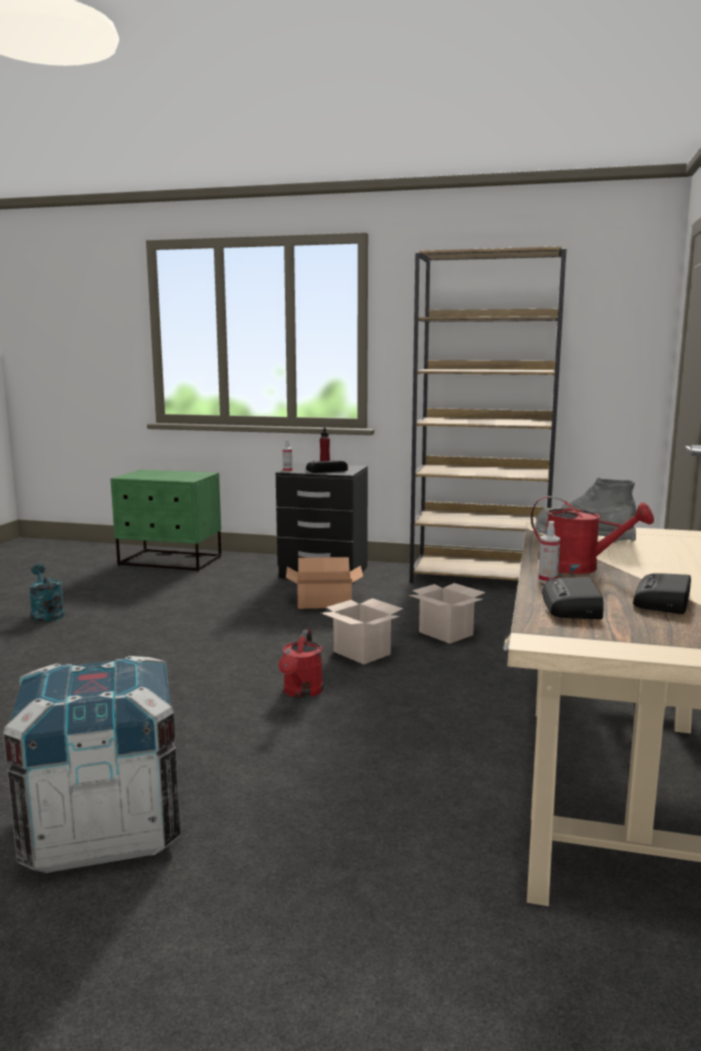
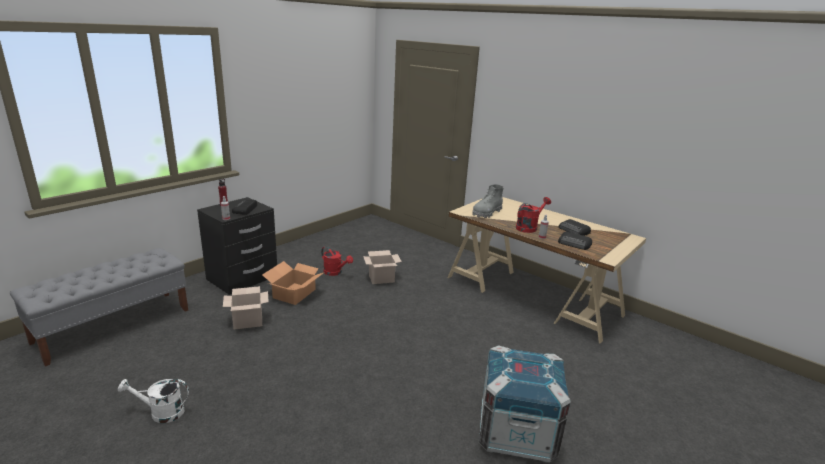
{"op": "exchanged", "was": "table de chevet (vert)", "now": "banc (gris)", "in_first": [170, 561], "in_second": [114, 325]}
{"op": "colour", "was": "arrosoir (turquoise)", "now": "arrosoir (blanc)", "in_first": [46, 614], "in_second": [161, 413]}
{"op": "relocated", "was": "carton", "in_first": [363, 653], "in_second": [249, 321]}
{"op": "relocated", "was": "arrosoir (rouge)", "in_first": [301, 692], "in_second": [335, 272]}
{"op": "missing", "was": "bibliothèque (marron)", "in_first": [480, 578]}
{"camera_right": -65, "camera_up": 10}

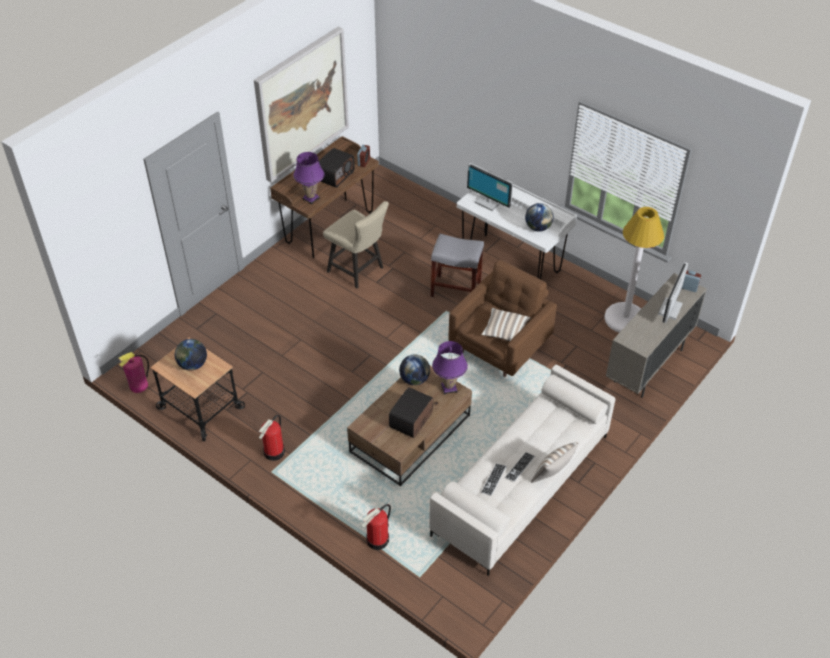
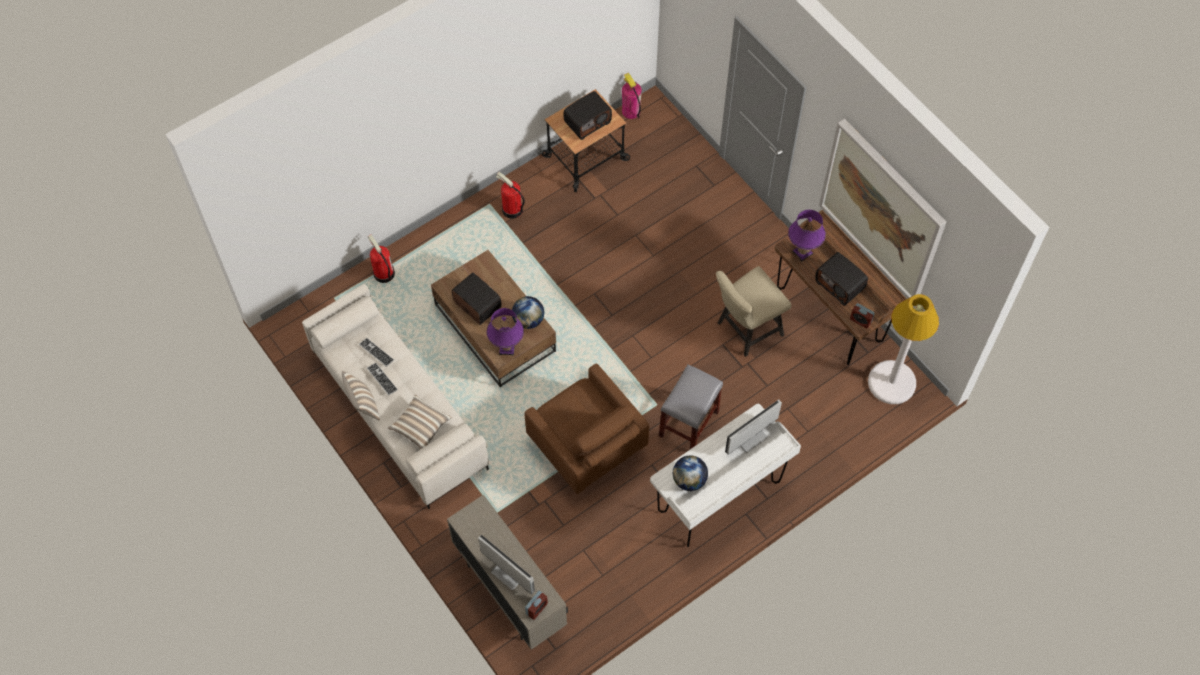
{"op": "relocated", "was": "coussin", "in_first": [505, 331], "in_second": [420, 427]}
{"op": "exchanged", "was": "globe", "now": "radio", "in_first": [192, 365], "in_second": [587, 122]}
{"op": "relocated", "was": "lampadaire (blanc)", "in_first": [625, 318], "in_second": [892, 382]}
{"camera_right": 105, "camera_up": 15}

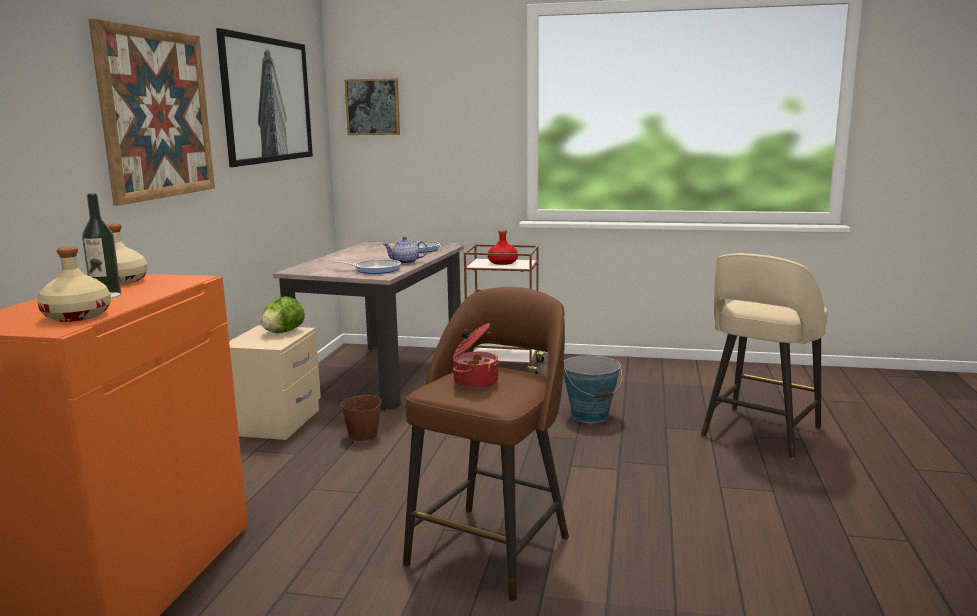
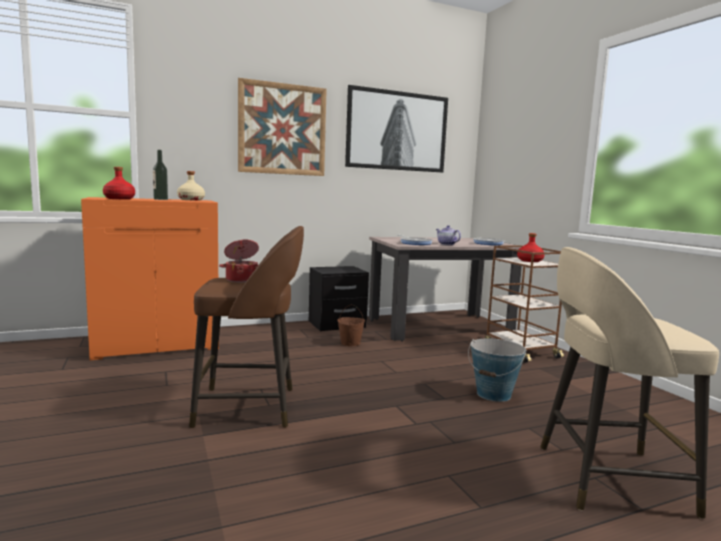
{"op": "colour", "was": "bouteille (beige)", "now": "bouteille (rouge)", "in_first": [78, 316], "in_second": [119, 199]}
{"op": "colour", "was": "table de chevet (beige)", "now": "table de chevet (noir)", "in_first": [278, 422], "in_second": [337, 324]}
{"op": "missing", "was": "laitue", "in_first": [283, 332]}
{"op": "missing", "was": "tableau", "in_first": [373, 107]}
{"camera_right": 55, "camera_up": -5}

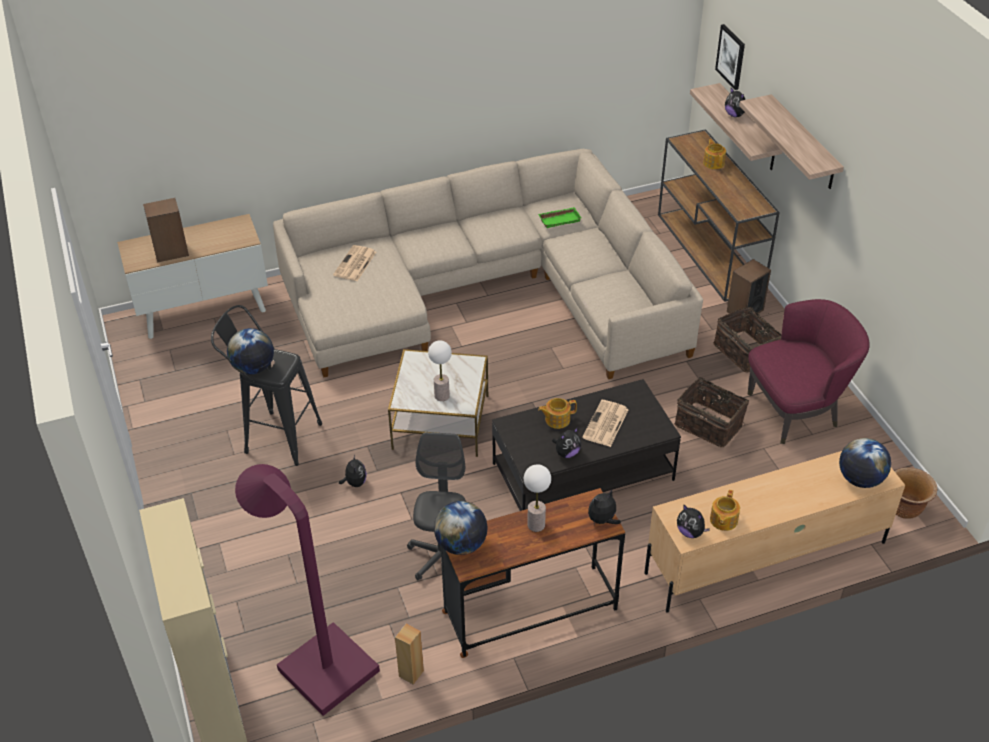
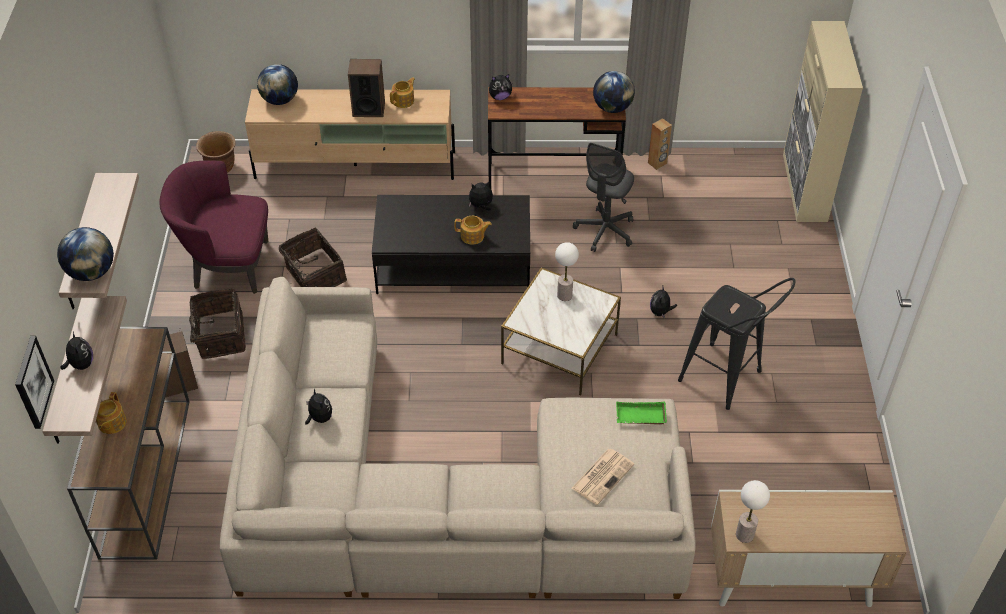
{"op": "relocated", "was": "globe", "in_first": [253, 368], "in_second": [92, 272]}
{"op": "relocated", "was": "peluche", "in_first": [690, 532], "in_second": [319, 418]}
{"op": "relocated", "was": "enceinte", "in_first": [171, 252], "in_second": [368, 109]}
{"op": "relocated", "was": "plateau (vert)", "in_first": [559, 219], "in_second": [640, 417]}
{"op": "relocated", "was": "lampe de table", "in_first": [536, 525], "in_second": [745, 535]}
{"op": "missing", "was": "lampadaire (violet)", "in_first": [319, 661]}
{"op": "missing", "was": "journal", "in_first": [605, 424]}
{"camera_right": -160, "camera_up": 5}

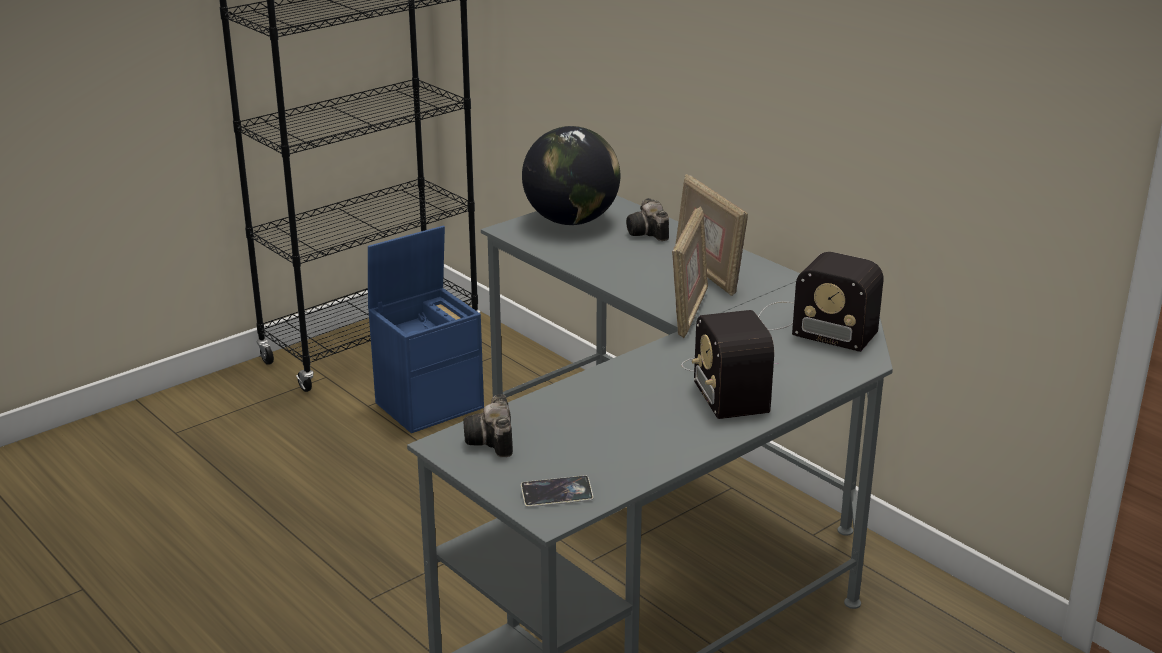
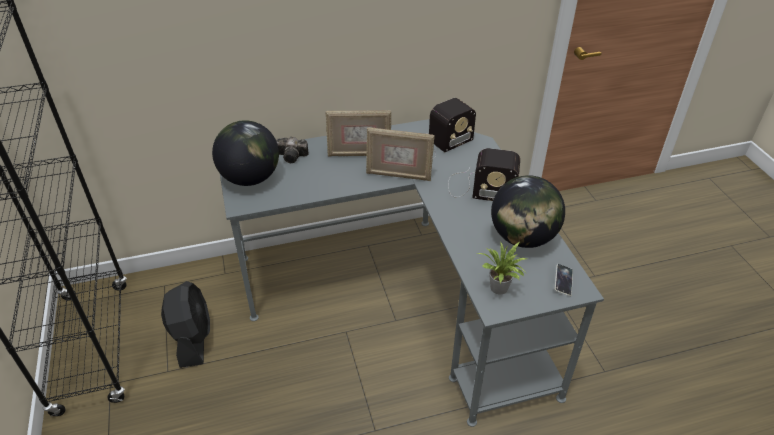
{"op": "exchanged", "was": "boîte de rangement (bleu)", "now": "ventilateur (noir)", "in_first": [430, 404], "in_second": [193, 338]}
{"op": "spun", "was": "cadre photo", "in_first": [688, 312], "in_second": [398, 175], "clockwise": 150}
{"op": "exchanged", "was": "appareil photo", "now": "plante en pot", "in_first": [493, 442], "in_second": [499, 289]}
{"op": "appeared", "now": "globe", "in_second": [522, 237]}
{"camera_right": -65, "camera_up": 15}

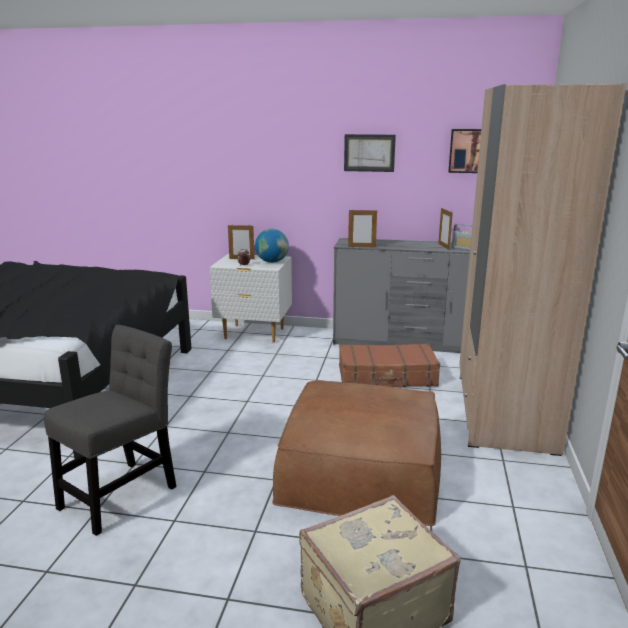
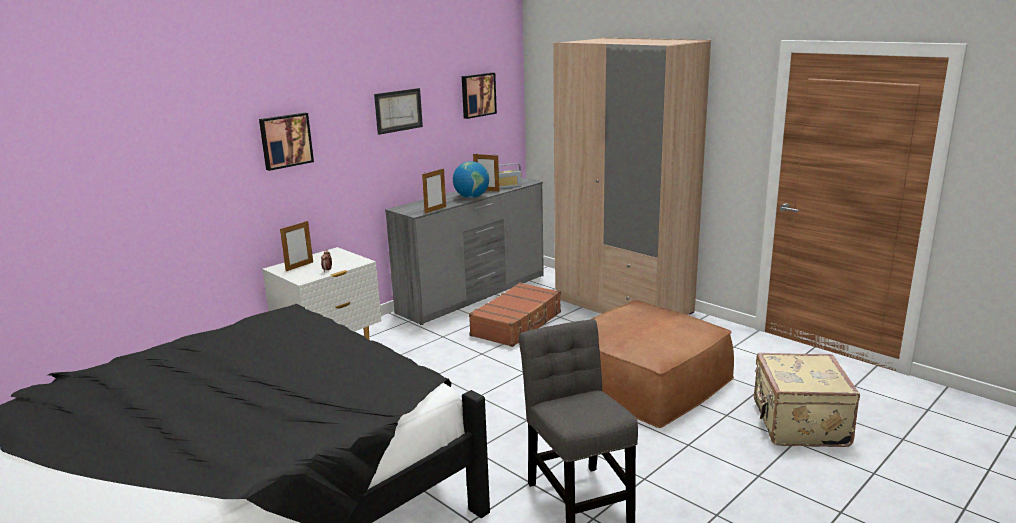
{"op": "appeared", "now": "tableau", "in_second": [285, 140]}
{"op": "relocated", "was": "globe", "in_first": [272, 262], "in_second": [471, 197]}
{"camera_right": -55, "camera_up": 0}

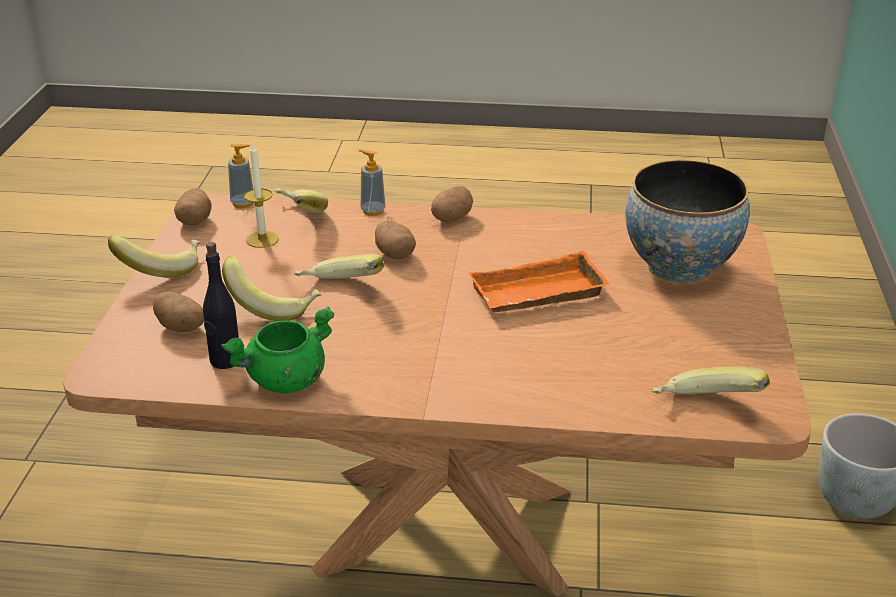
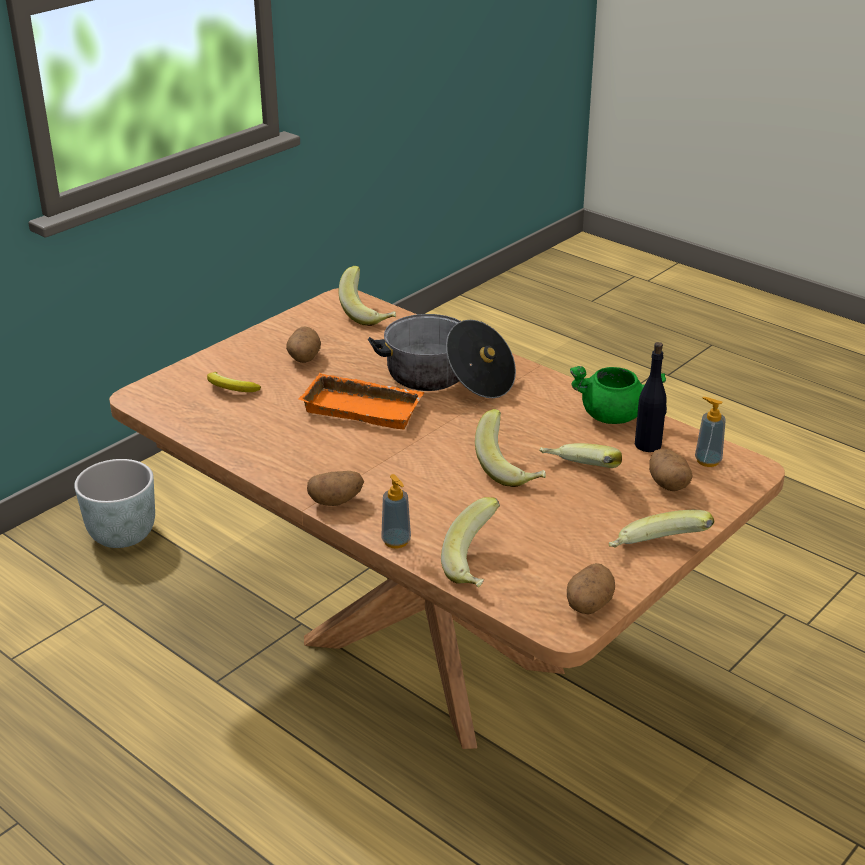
{"op": "exchanged", "was": "bol", "now": "banane", "in_first": [679, 267], "in_second": [230, 388]}
{"op": "relocated", "was": "pomme de terre", "in_first": [394, 254], "in_second": [304, 358]}
{"op": "appeared", "now": "marmite", "in_second": [446, 378]}
{"op": "relocated", "was": "distributeur de savon", "in_first": [243, 203], "in_second": [707, 461]}
{"op": "missing", "was": "bougie", "in_first": [262, 239]}
{"camera_right": -145, "camera_up": 0}

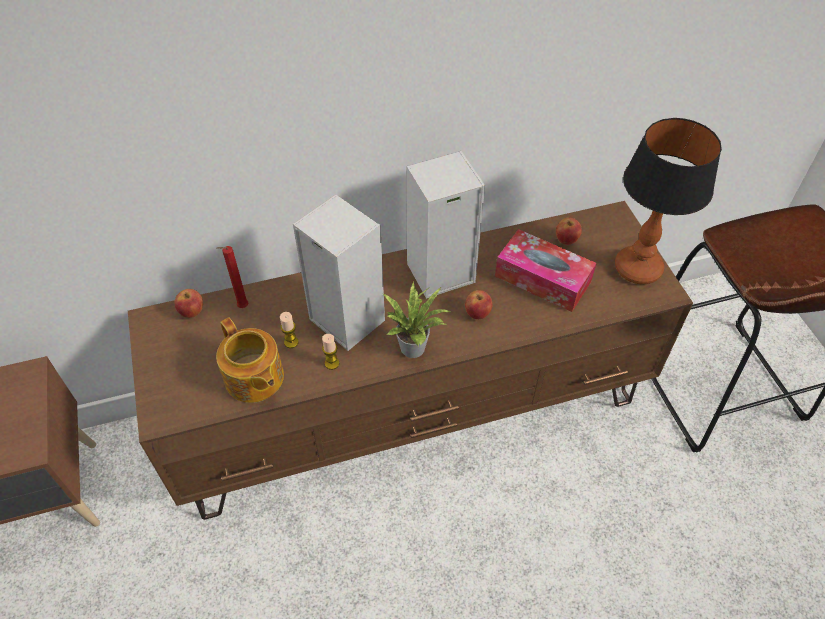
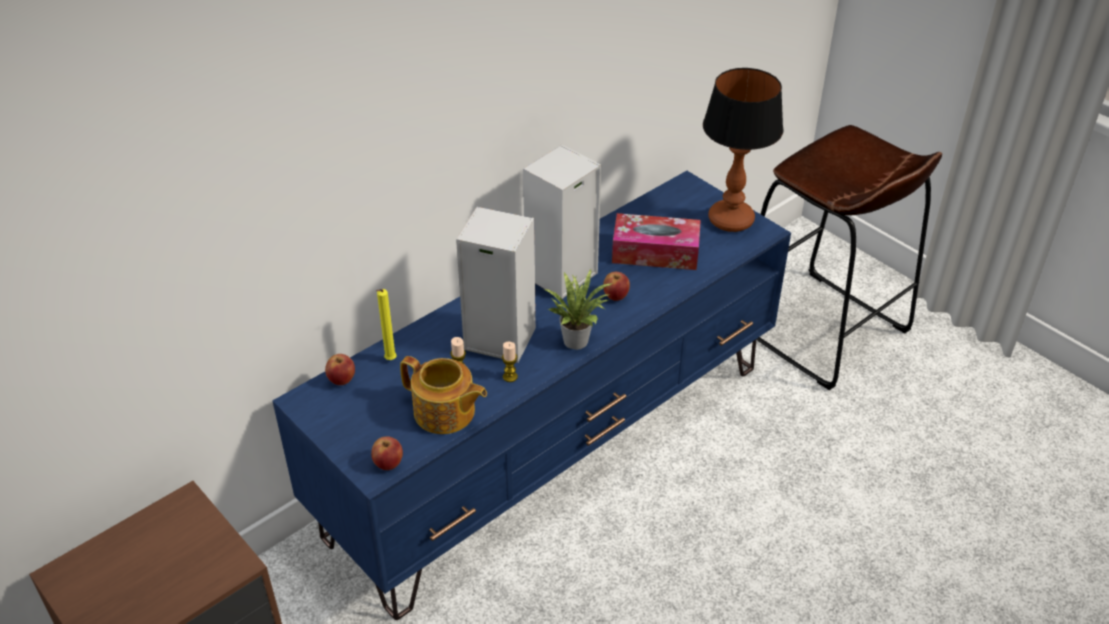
{"op": "colour", "was": "meuble télé (marron)", "now": "meuble télé (bleu)", "in_first": [413, 411], "in_second": [554, 447]}
{"op": "relocated", "was": "pomme", "in_first": [566, 240], "in_second": [388, 463]}
{"op": "colour", "was": "bougie (rouge)", "now": "bougie (jaune)", "in_first": [241, 307], "in_second": [389, 361]}
{"camera_right": -25, "camera_up": -10}

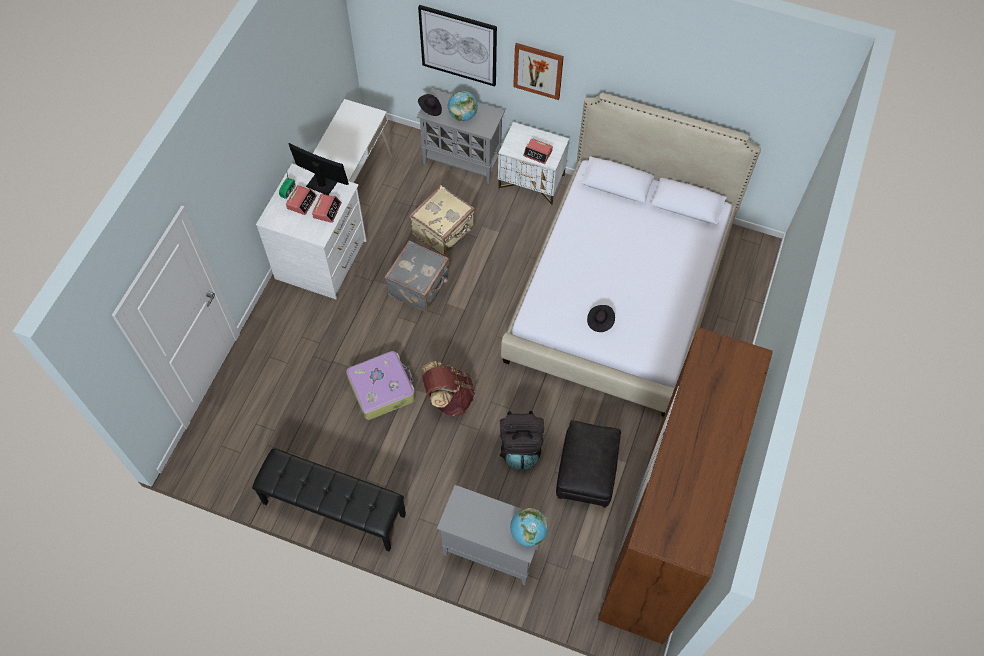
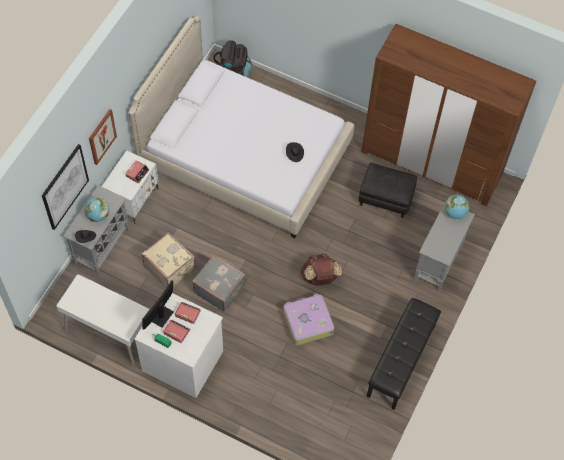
{"op": "relocated", "was": "sac à dos (noir)", "in_first": [520, 447], "in_second": [233, 72]}
{"camera_right": -85, "camera_up": 0}

